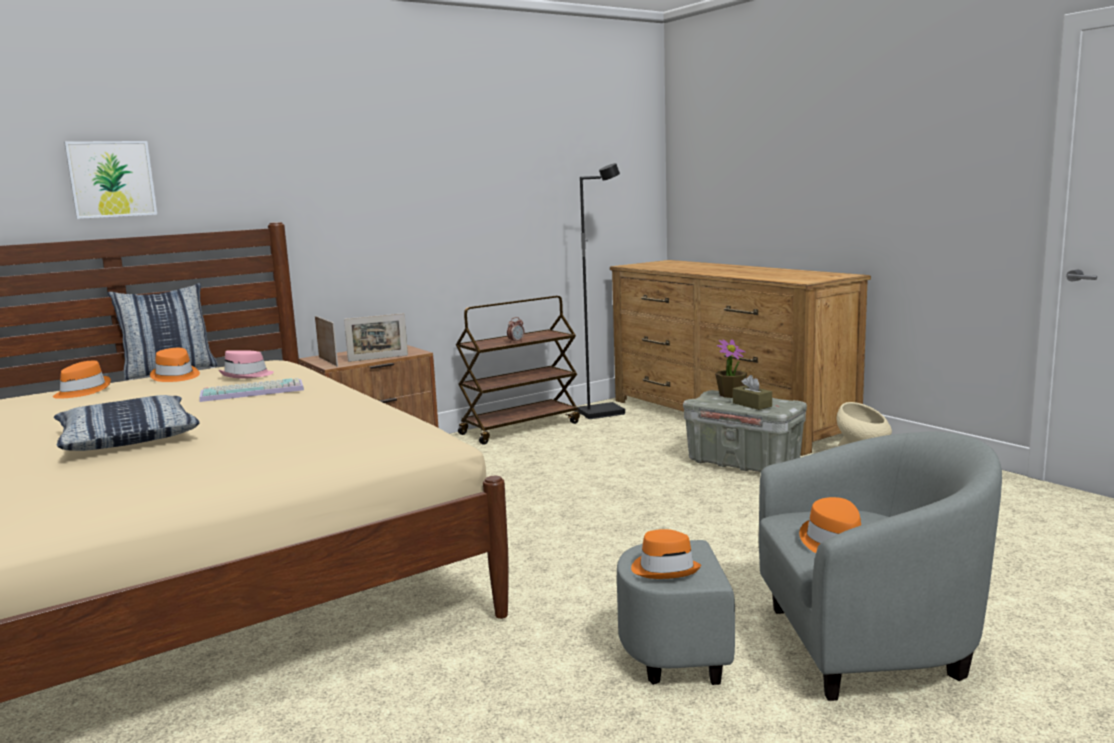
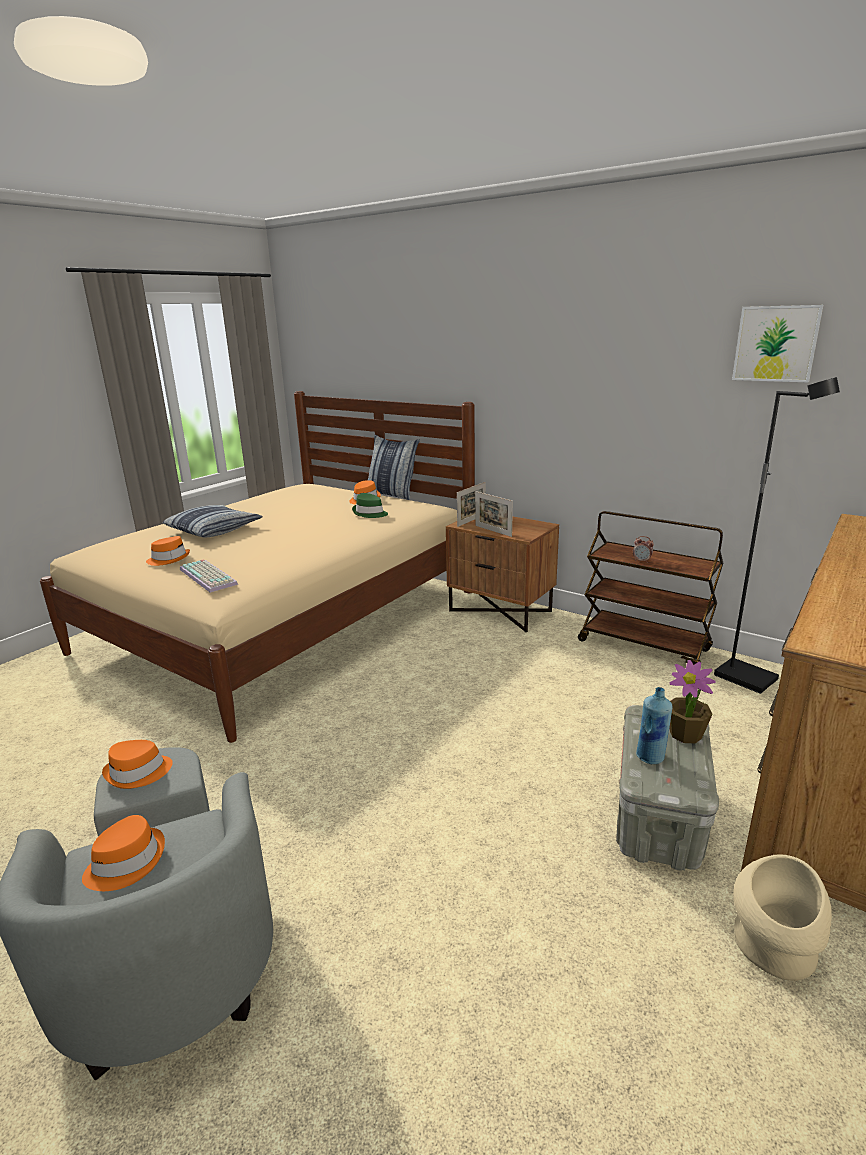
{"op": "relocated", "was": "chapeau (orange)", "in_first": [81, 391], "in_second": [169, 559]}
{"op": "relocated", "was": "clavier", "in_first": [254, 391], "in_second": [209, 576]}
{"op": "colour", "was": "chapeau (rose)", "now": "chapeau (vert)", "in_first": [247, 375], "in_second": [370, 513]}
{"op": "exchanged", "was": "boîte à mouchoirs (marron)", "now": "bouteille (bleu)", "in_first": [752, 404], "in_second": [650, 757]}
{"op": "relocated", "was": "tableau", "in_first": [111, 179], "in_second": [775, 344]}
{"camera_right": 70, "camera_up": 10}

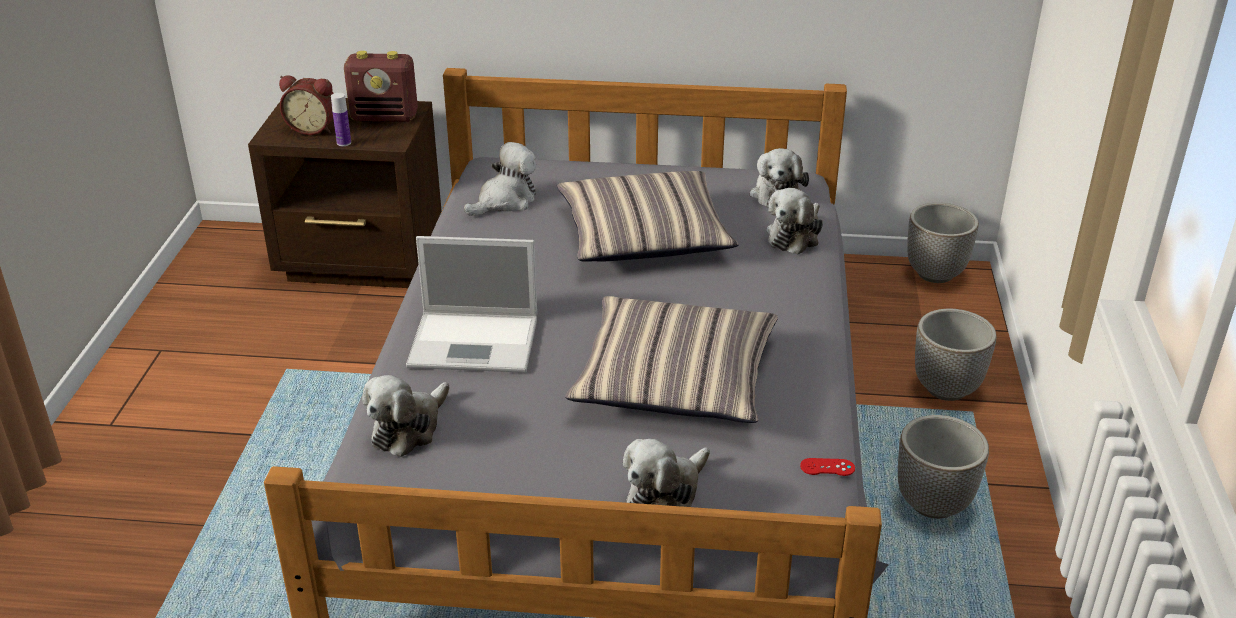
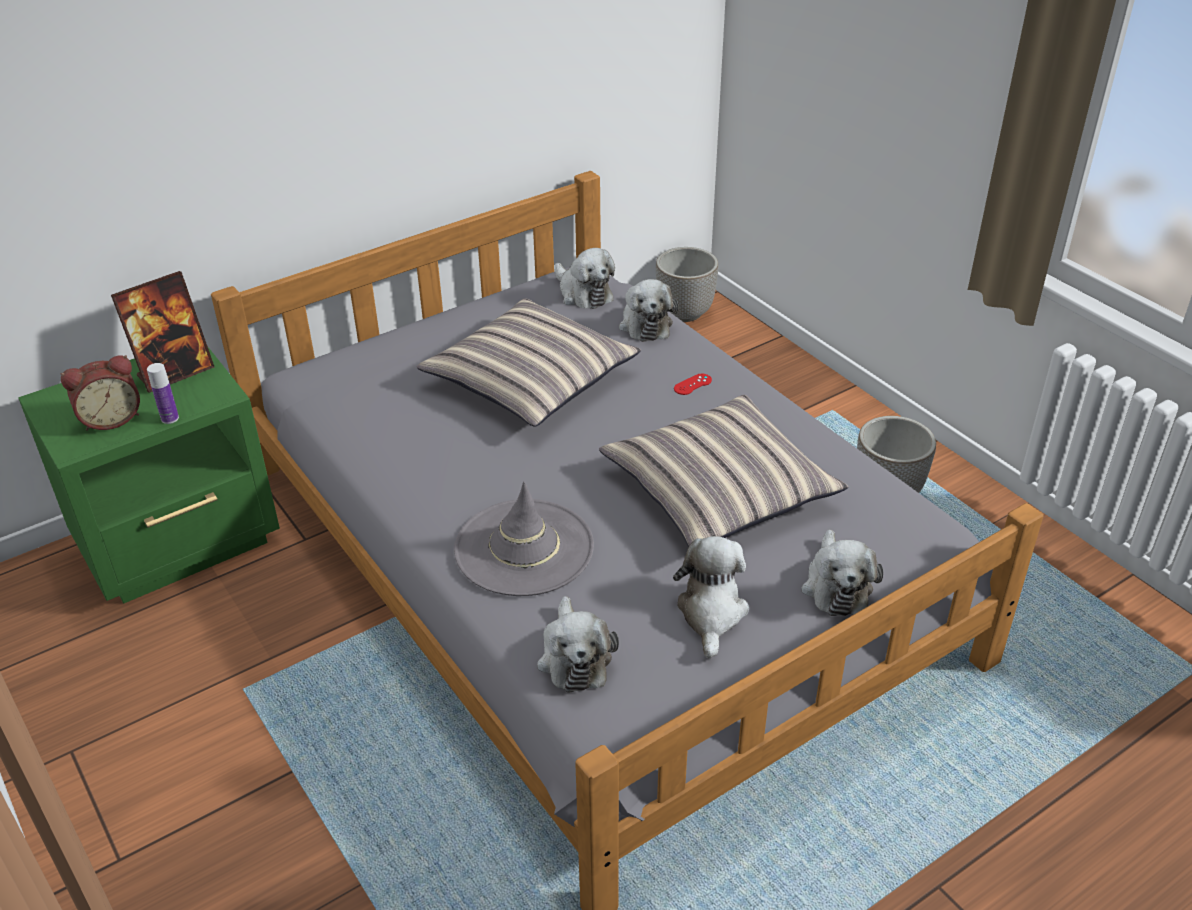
{"op": "colour", "was": "table de chevet (marron)", "now": "table de chevet (vert)", "in_first": [362, 262], "in_second": [181, 542]}
{"op": "exchanged", "was": "radio", "now": "cadre photo", "in_first": [385, 117], "in_second": [175, 373]}
{"op": "exchanged", "was": "ordinateur portable", "now": "chapeau (gris)", "in_first": [476, 342], "in_second": [524, 548]}
{"op": "relocated", "was": "peluche", "in_first": [505, 201], "in_second": [711, 613]}
{"op": "relocated", "was": "manette (rouge)", "in_first": [827, 467], "in_second": [692, 384]}
{"op": "missing", "was": "cache-pot", "in_first": [946, 388]}
{"camera_right": -40, "camera_up": 5}

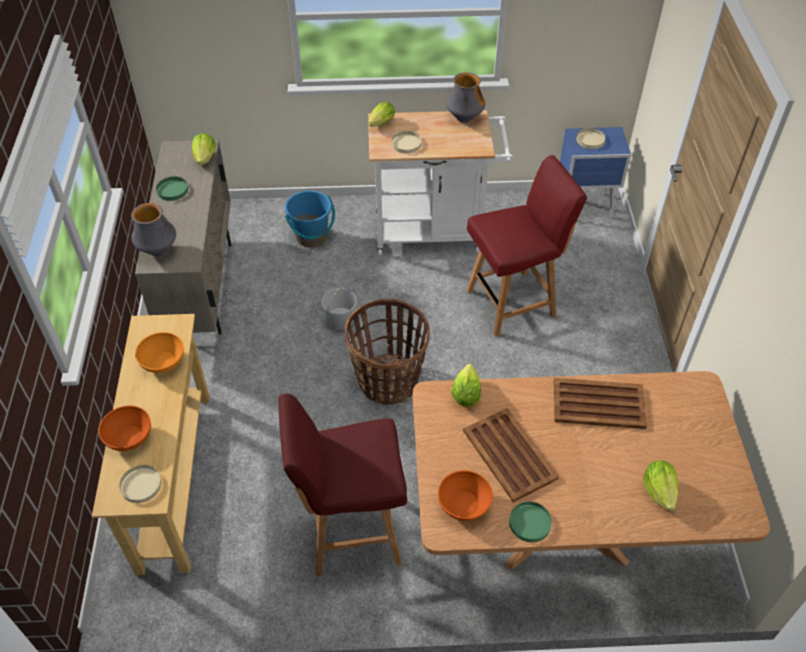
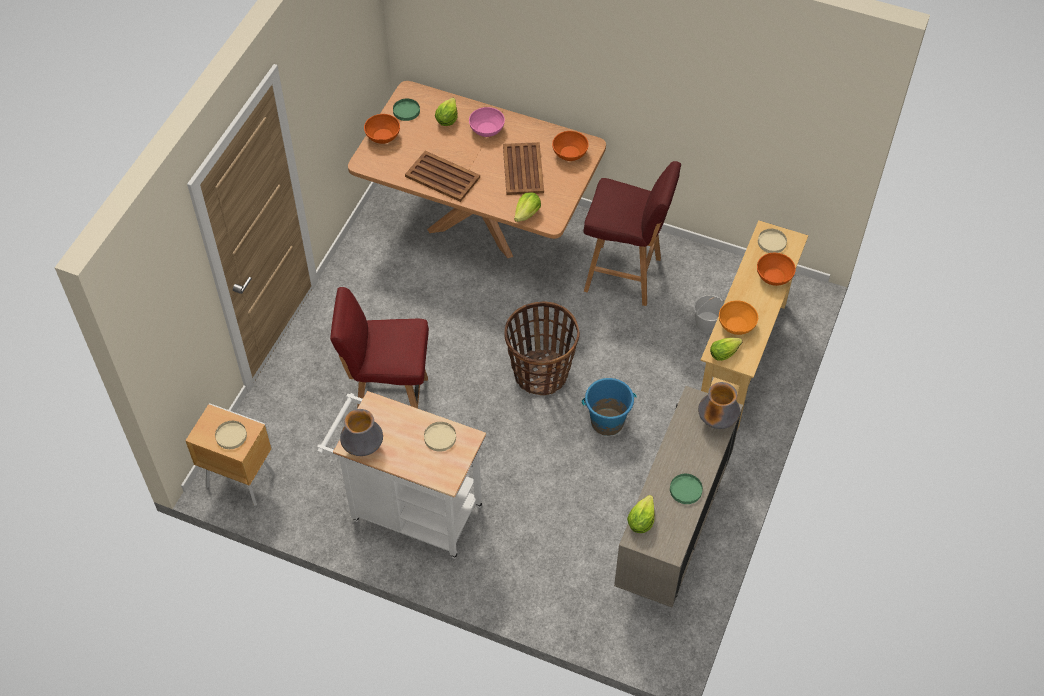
{"op": "colour", "was": "table de chevet (bleu)", "now": "table de chevet (marron)", "in_first": [585, 207], "in_second": [239, 479]}
{"op": "appeared", "now": "bol (orange)", "in_second": [382, 136]}
{"op": "relocated", "was": "assiette (vert)", "in_first": [530, 523], "in_second": [406, 110]}
{"op": "appeared", "now": "bol (rose)", "in_second": [487, 129]}
{"op": "relocated", "was": "seau (bleu)", "in_first": [311, 237], "in_second": [607, 421]}
{"op": "relocated", "was": "seau (blanc)", "in_first": [340, 320], "in_second": [707, 323]}
{"op": "relocated", "was": "laitue", "in_first": [380, 124], "in_second": [725, 353]}
{"camera_right": -155, "camera_up": 5}

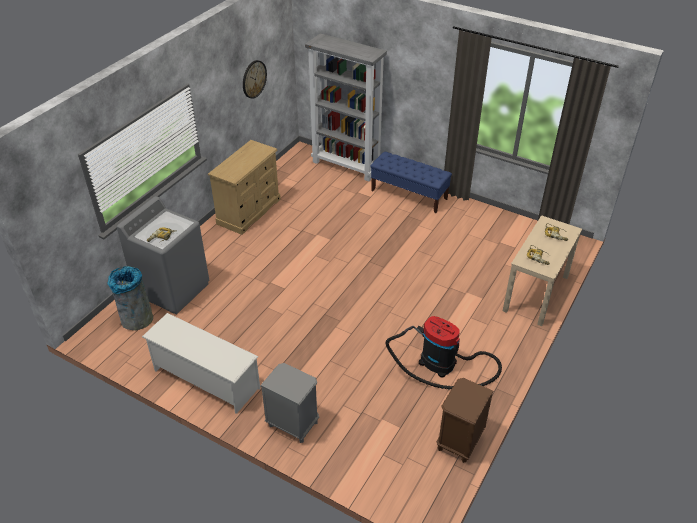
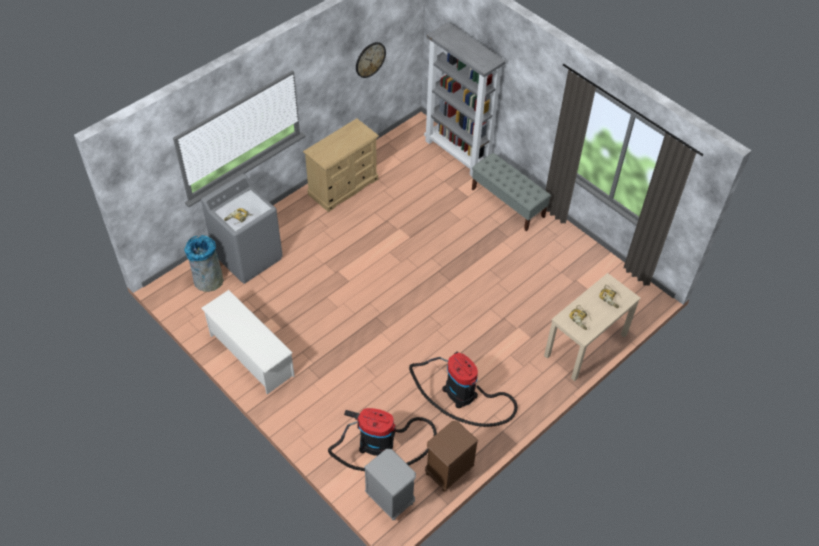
{"op": "appeared", "now": "aspirateur", "in_second": [381, 444]}
{"op": "relocated", "was": "table de chevet (gris)", "in_first": [292, 424], "in_second": [390, 499]}
{"op": "colour", "was": "banc (bleu)", "now": "banc (gris)", "in_first": [409, 194], "in_second": [508, 203]}
{"camera_right": 15, "camera_up": 10}

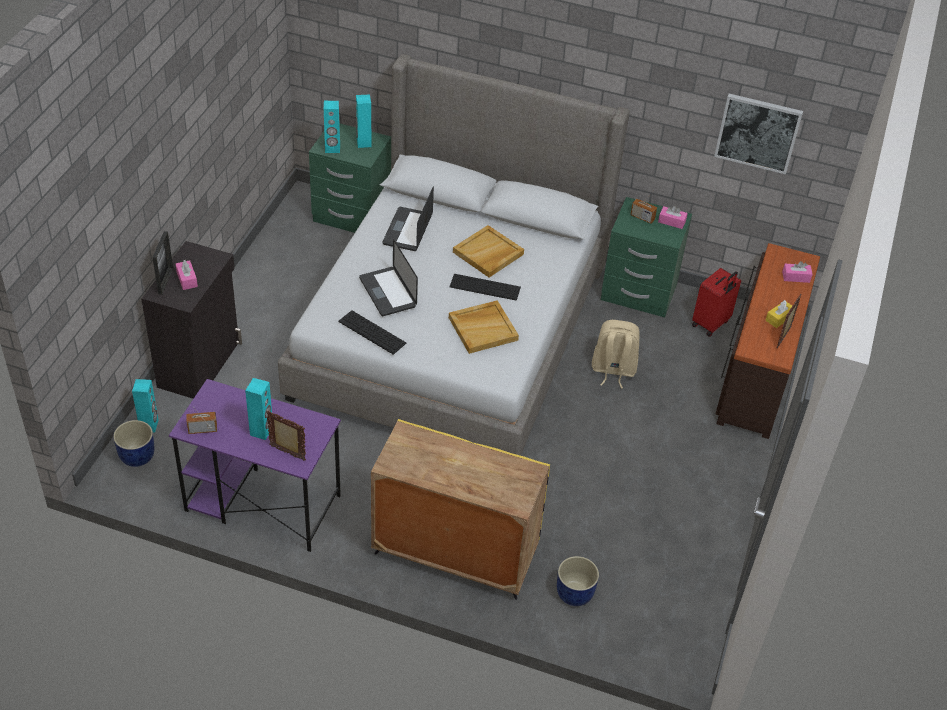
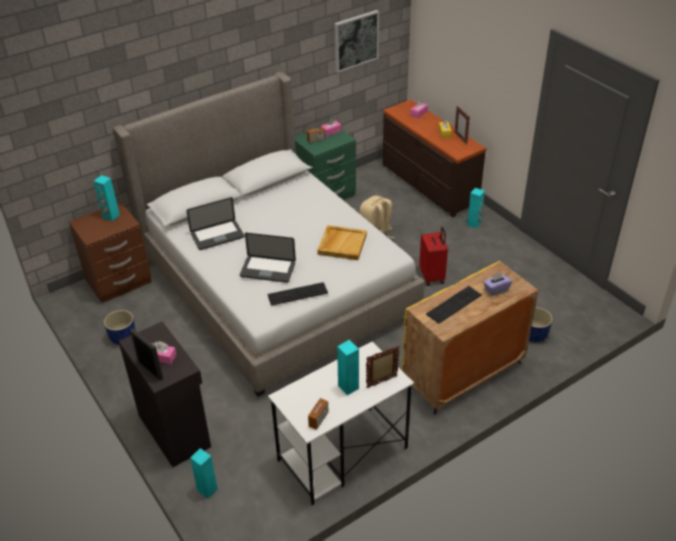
{"op": "colour", "was": "table de chevet (vert)", "now": "table de chevet (marron)", "in_first": [351, 215], "in_second": [119, 282]}
{"op": "relocated", "was": "cache-pot (bleu)", "in_first": [136, 455], "in_second": [122, 338]}
{"op": "spun", "was": "ordinateur portable", "in_first": [407, 230], "in_second": [217, 236], "clockwise": -75}
{"op": "colour", "was": "bureau (violet)", "now": "bureau (blanc)", "in_first": [261, 503], "in_second": [342, 455]}
{"op": "relocated", "was": "valise (rouge)", "in_first": [711, 324], "in_second": [432, 276]}
{"op": "relocated", "was": "clavier", "in_first": [485, 287], "in_second": [454, 304]}
{"op": "relocated", "was": "enceinte (turquoise)", "in_first": [332, 148], "in_second": [474, 224]}
{"op": "appeared", "now": "boîte à mouchoirs (violet)", "in_second": [496, 289]}
{"op": "missing", "was": "plateau (beige)", "in_first": [488, 254]}
{"camera_right": -50, "camera_up": -5}

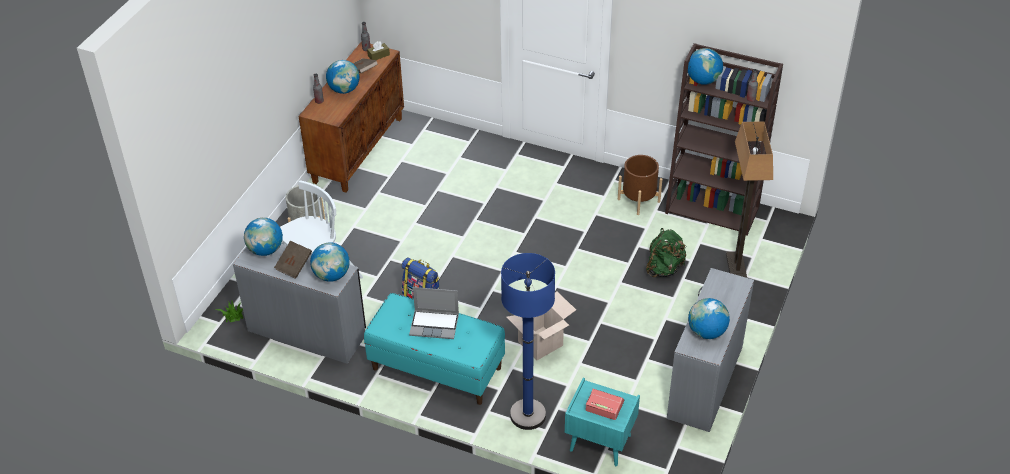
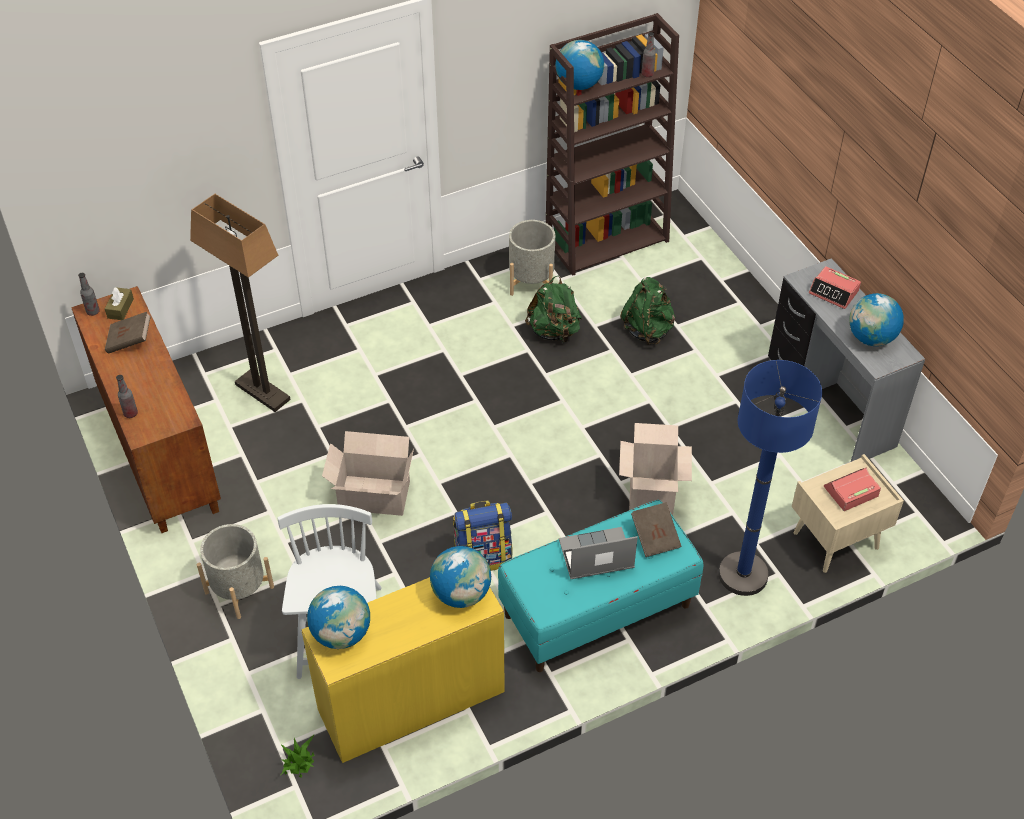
{"op": "relocated", "was": "lampadaire", "in_first": [736, 269], "in_second": [263, 392]}
{"op": "colour", "was": "bureau (gris)", "now": "bureau (jaune)", "in_first": [307, 331], "in_second": [410, 699]}
{"op": "appeared", "now": "carton", "in_second": [372, 494]}
{"op": "colour", "was": "cache-pot (marron)", "now": "cache-pot (gris)", "in_first": [638, 200], "in_second": [531, 281]}
{"op": "appeared", "now": "sac à dos (vert)", "in_second": [554, 331]}
{"op": "spun", "was": "ordinateur portable", "in_first": [435, 324], "in_second": [595, 556], "clockwise": -150}
{"op": "relocated", "was": "livre (marron)", "in_first": [294, 266], "in_second": [655, 537]}
{"op": "colour", "was": "table de chevet (turquoise)", "now": "table de chevet (beige)", "in_first": [599, 443], "in_second": [835, 541]}
{"op": "appeared", "now": "réveil", "in_second": [834, 292]}
{"op": "missing", "was": "globe", "in_first": [344, 90]}
{"camera_right": -50, "camera_up": 5}

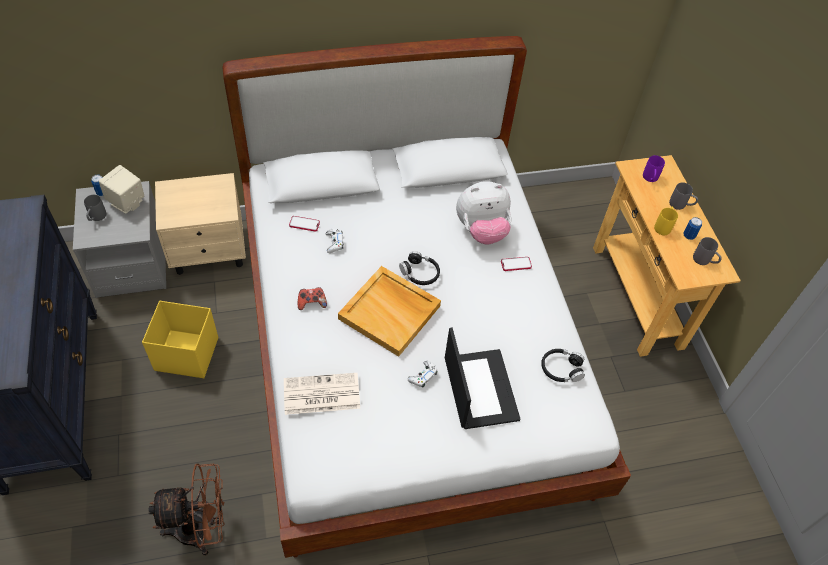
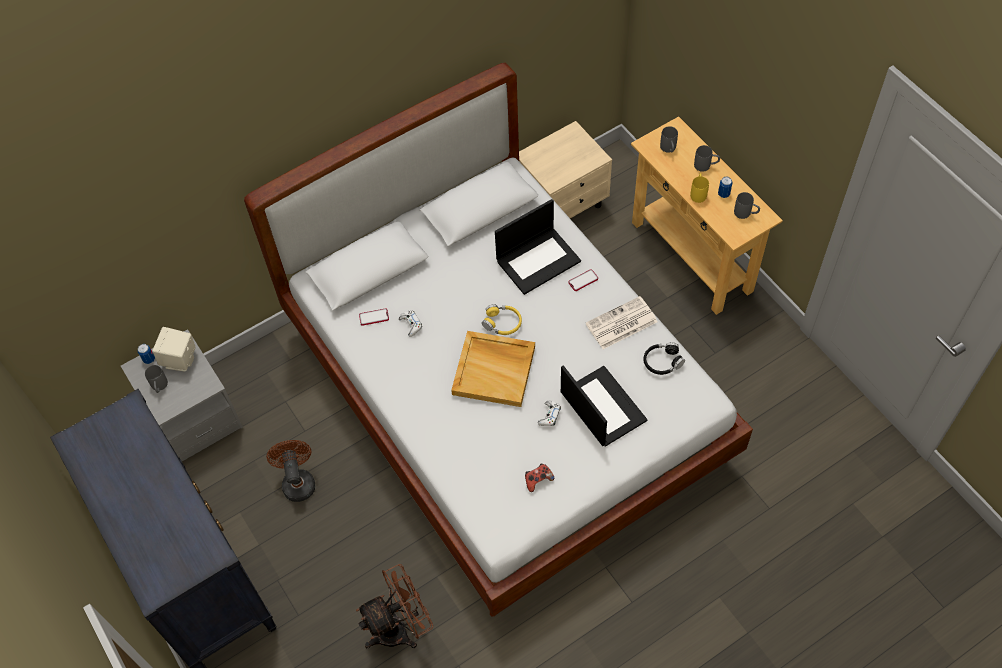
{"op": "exchanged", "was": "boîte de rangement (jaune)", "now": "ventilateur (marron)", "in_first": [186, 353], "in_second": [297, 481]}
{"op": "colour", "was": "casque audio (noir)", "now": "casque audio (jaune)", "in_first": [420, 273], "in_second": [502, 323]}
{"op": "exchanged", "was": "peluche", "now": "ordinateur portable", "in_first": [481, 230], "in_second": [538, 260]}
{"op": "relocated", "was": "table de chevet (beige)", "in_first": [210, 251], "in_second": [563, 204]}
{"op": "relocated", "was": "manette", "in_first": [312, 303], "in_second": [538, 480]}
{"op": "relocated", "was": "journal", "in_first": [320, 394], "in_second": [621, 324]}
{"op": "colour", "was": "mug (violet)", "now": "mug (gris)", "in_first": [650, 179], "in_second": [669, 149]}
{"camera_right": -15, "camera_up": 5}

